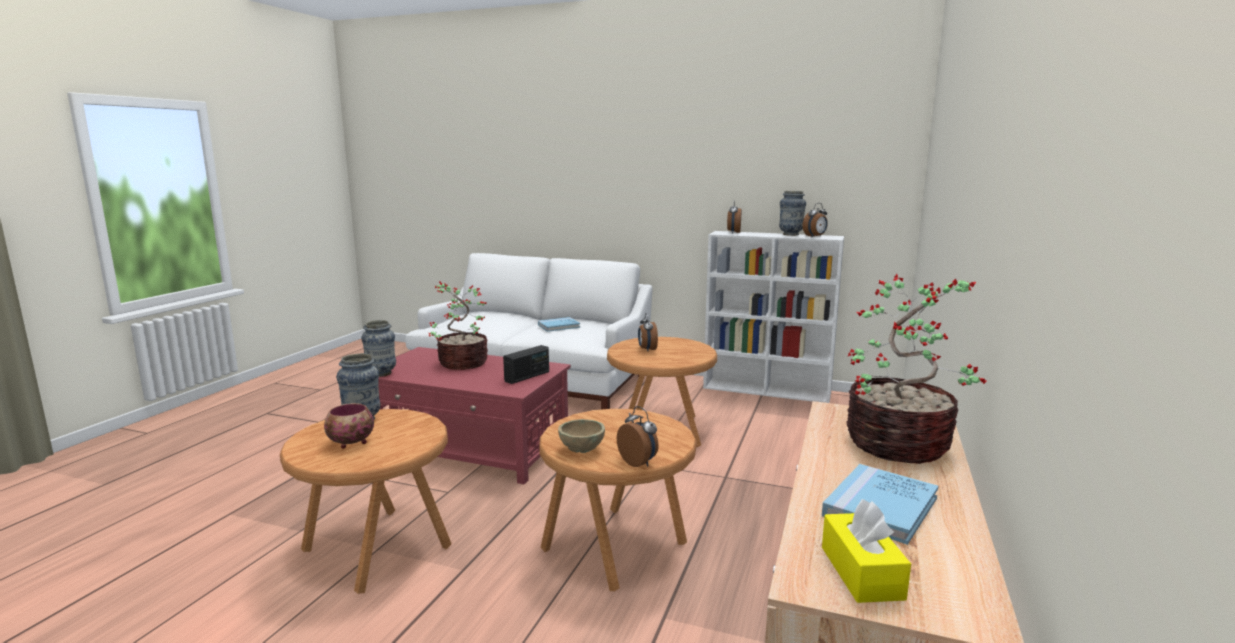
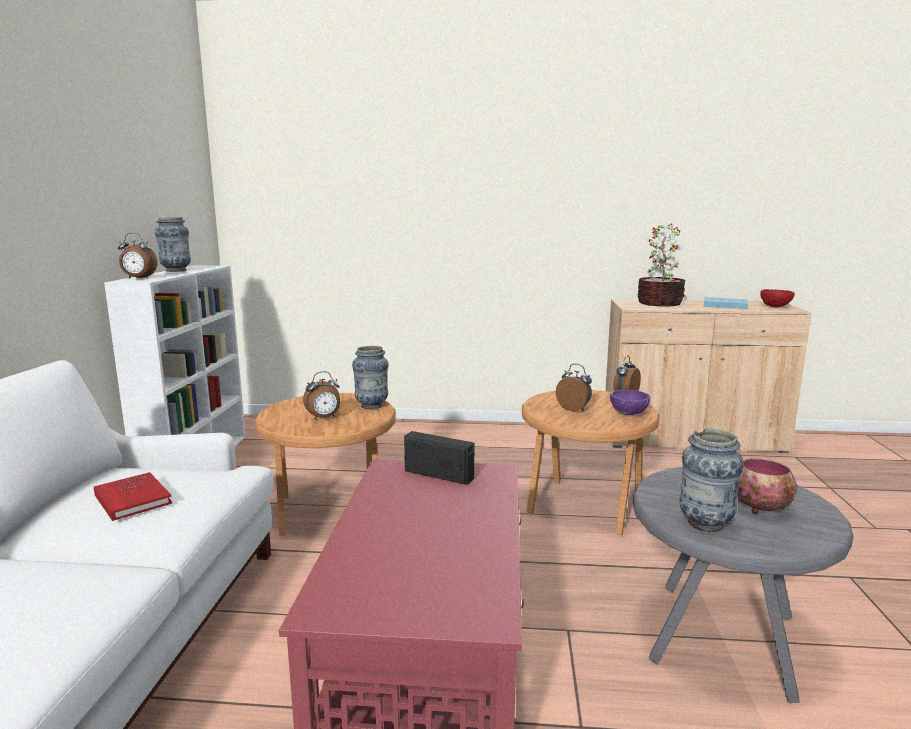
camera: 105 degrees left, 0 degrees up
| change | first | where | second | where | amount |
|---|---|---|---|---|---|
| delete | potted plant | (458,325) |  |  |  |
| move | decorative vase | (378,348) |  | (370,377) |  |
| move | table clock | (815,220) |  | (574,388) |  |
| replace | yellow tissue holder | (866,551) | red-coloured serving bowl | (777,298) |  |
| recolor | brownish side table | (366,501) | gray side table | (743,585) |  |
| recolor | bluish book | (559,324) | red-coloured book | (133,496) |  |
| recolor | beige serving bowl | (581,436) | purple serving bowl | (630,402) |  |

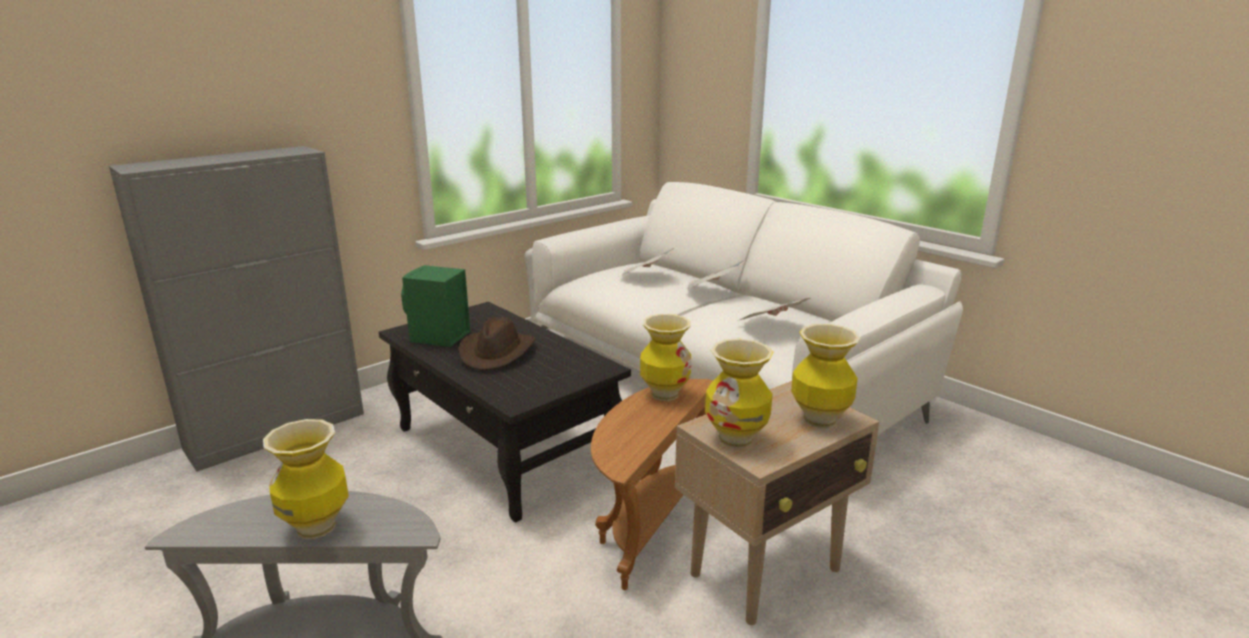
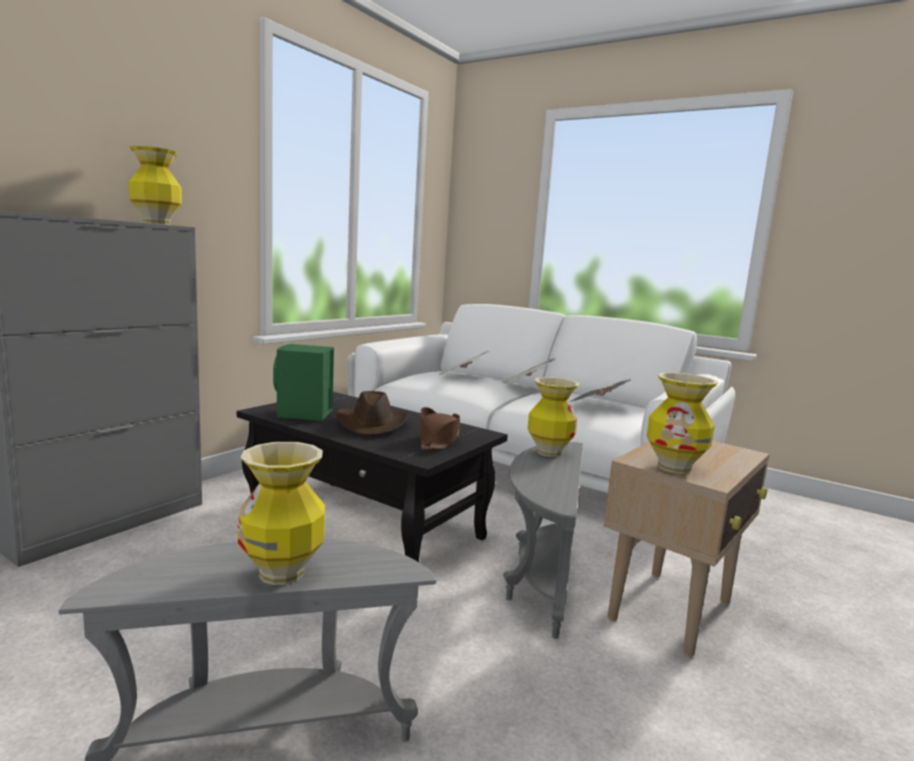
camera: 15 degrees left, 10 degrees down
| change | first | where | second | where | amount |
|---|---|---|---|---|---|
| insert |  |  | brownish clothing hat | (440,428) |  |
| move | decorative vase | (825,376) |  | (155,185) |  |
| recolor | brownish side table | (652,484) | gray side table | (543,540) |  |

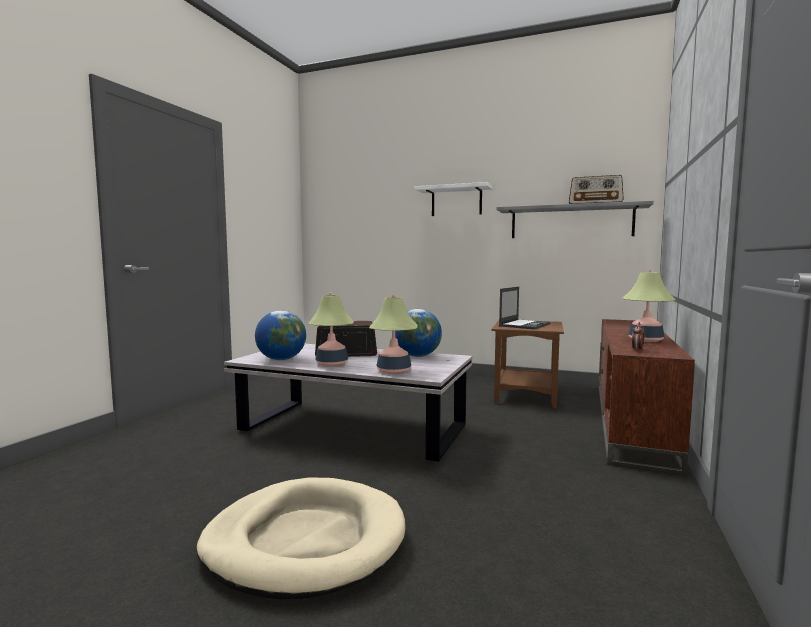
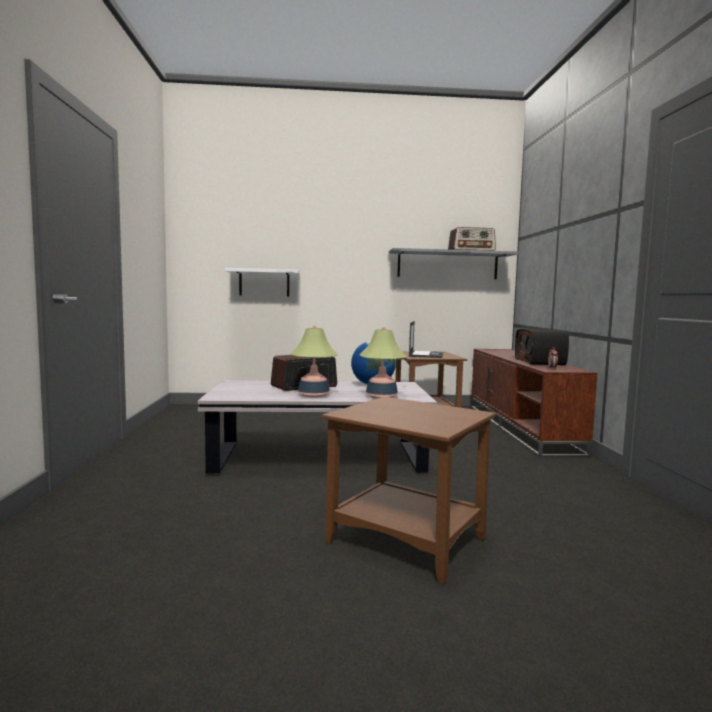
camera: 25 degrees left, 0 degrees up
| change | first | where | second | where | amount |
|---|---|---|---|---|---|
| delete | world globe | (280,335) |  |  |  |
| move | whitish shelf | (454,199) |  | (262,282) |  |
| replace | beige dog cushion | (301,538) | brownish side table | (409,490) |  |
| replace | table lamp | (649,306) | radio set | (542,347) |  |

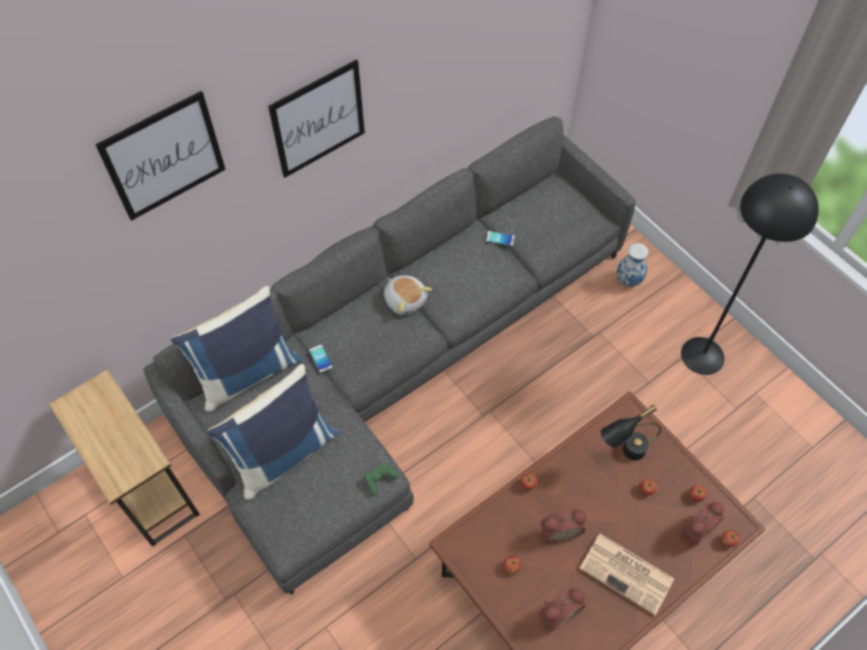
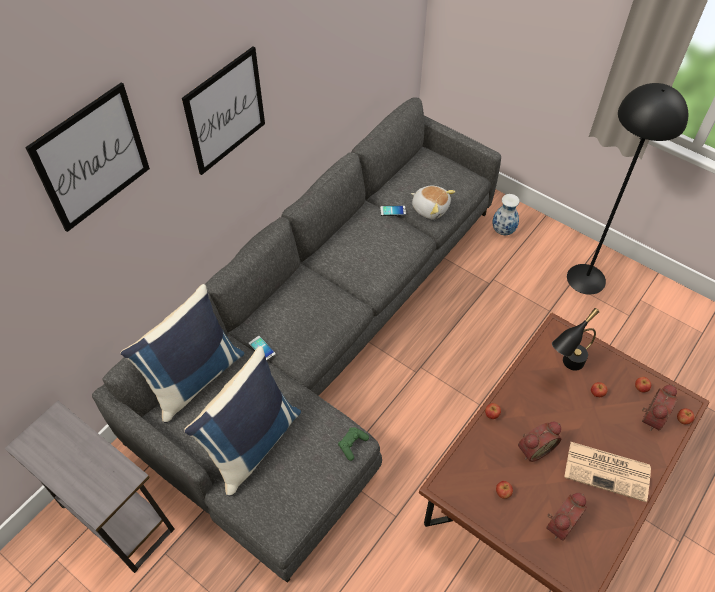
camera: 15 degrees left, 5 degrees down
| change | first | where | second | where | amount |
|---|---|---|---|---|---|
| move | cuddly toy | (408,295) |  | (433,202) |  |
| recolor | brownish side table | (124,458) | gray side table | (89,487) |  |

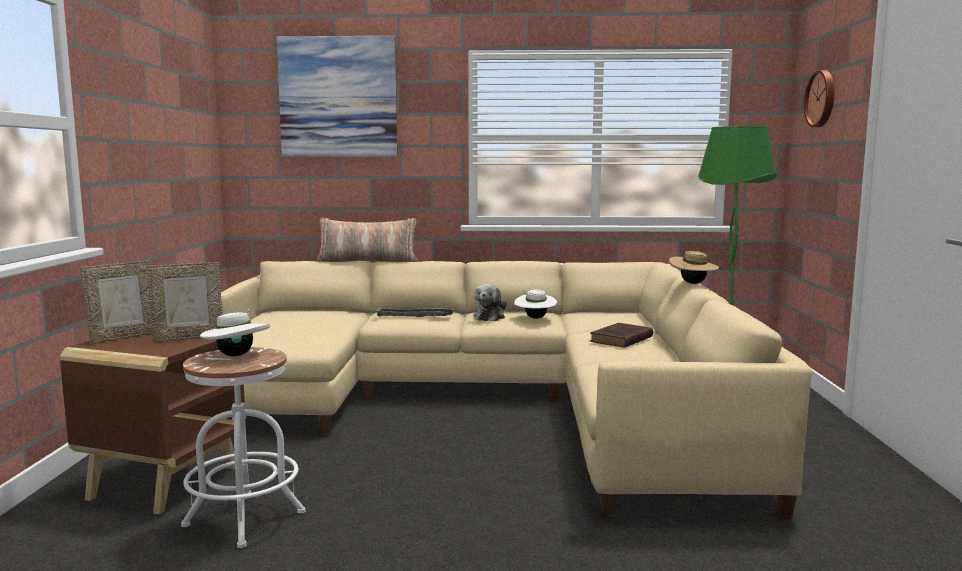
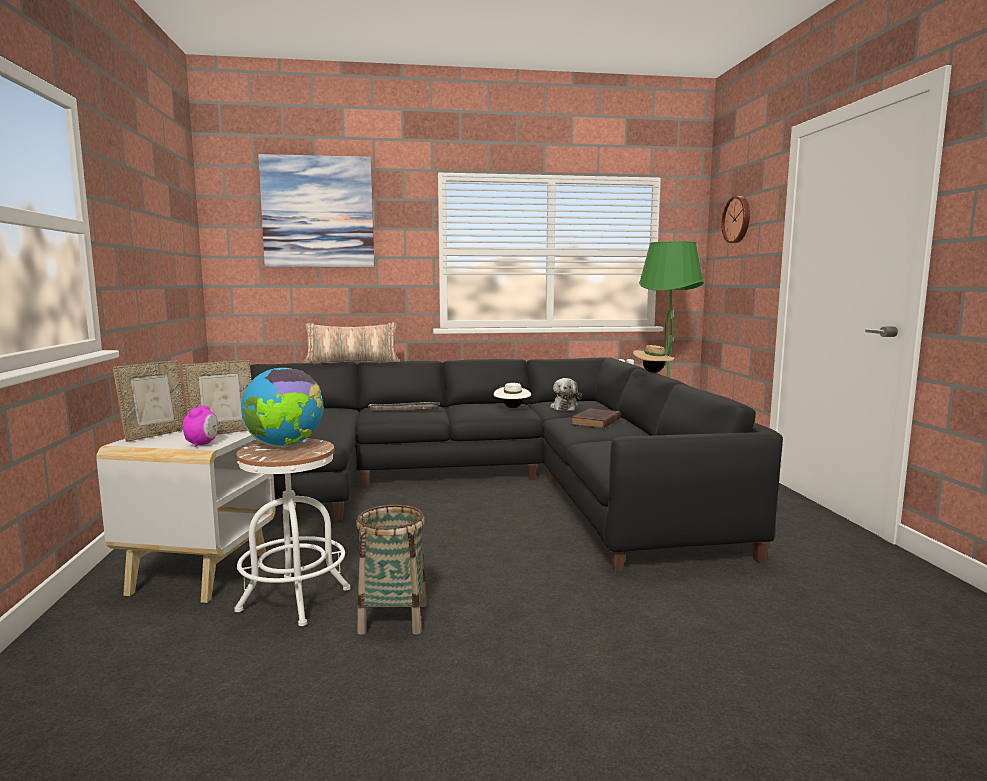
camera: 10 degrees left, 0 degrees up
| change | first | where | second | where | amount |
|---|---|---|---|---|---|
| insert |  |  | table clock | (200,426) |  |
| insert |  |  | storage basket | (391,570) |  |
| move | cuddly toy | (490,303) |  | (566,394) |  |
| replace | whitish clothing hat | (235,333) | world globe | (282,407) |  |
| recolor | brownish side table | (153,423) | whitish side table | (185,516) |  |
| recolor | beige sofa | (516,390) | blackish sofa | (516,464) |  |

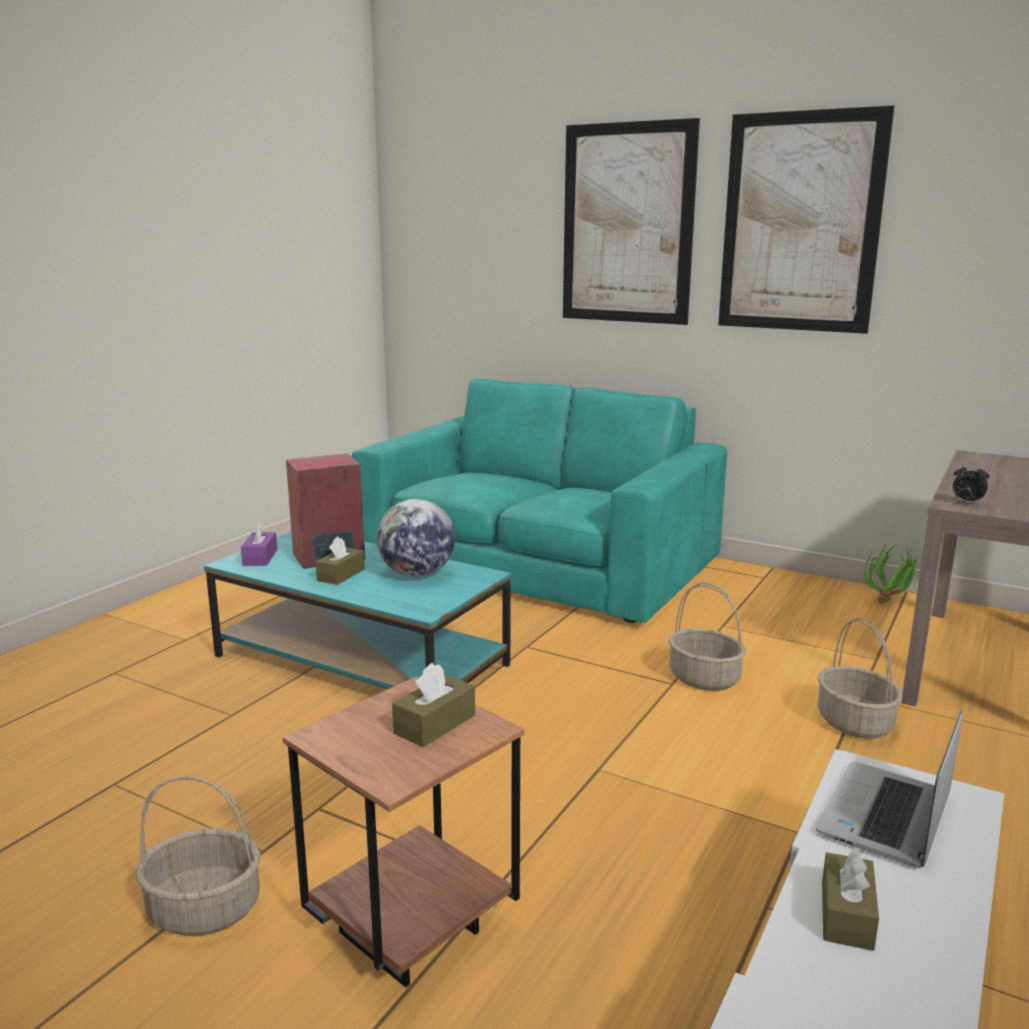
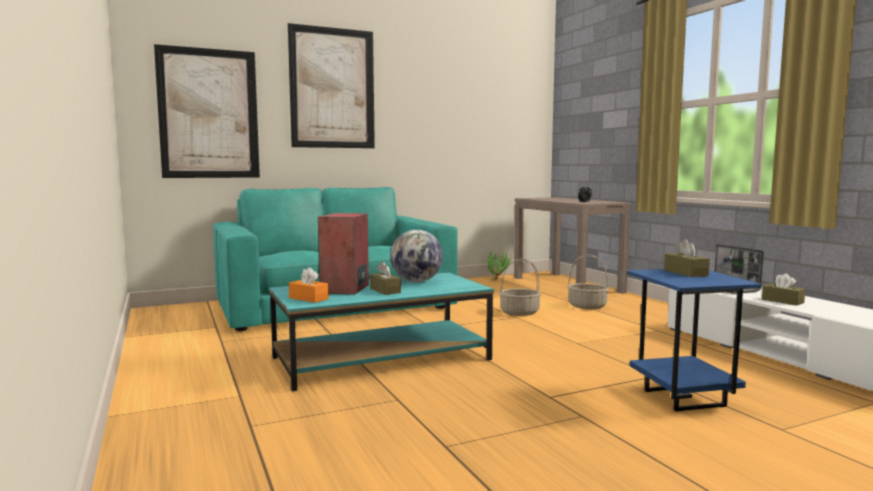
camera: 55 degrees left, 10 degrees down
| change | first | where | second | where | amount |
|---|---|---|---|---|---|
| delete | storage basket | (198,856) |  |  |  |
| move | wall picture | (806,219) |  | (207,111) |  |
| recolor | purple tissue holder | (259,543) | orangey tissue holder | (309,285) |  |
| recolor | brownish side table | (404,831) | bluish side table | (694,340) |  |

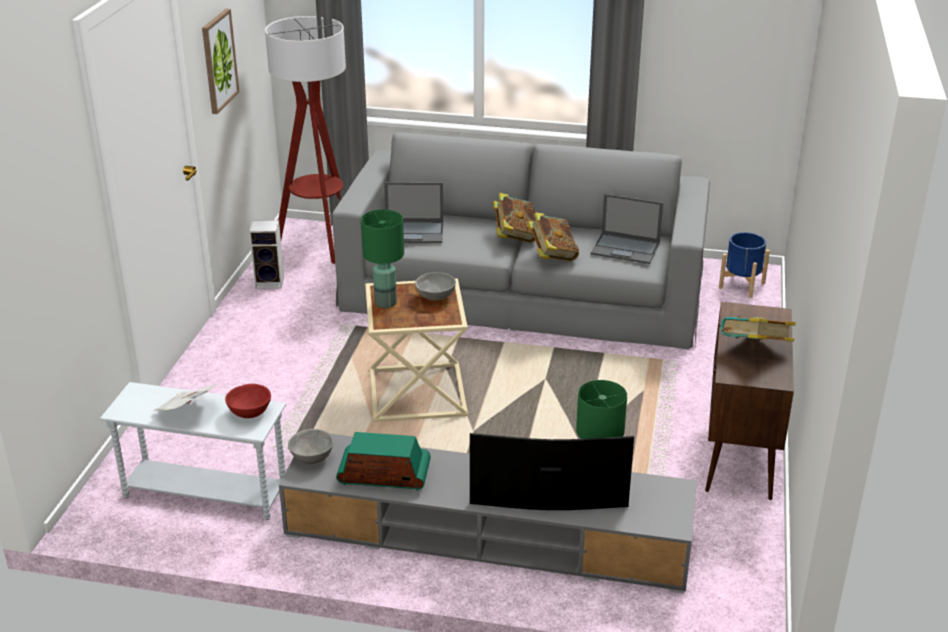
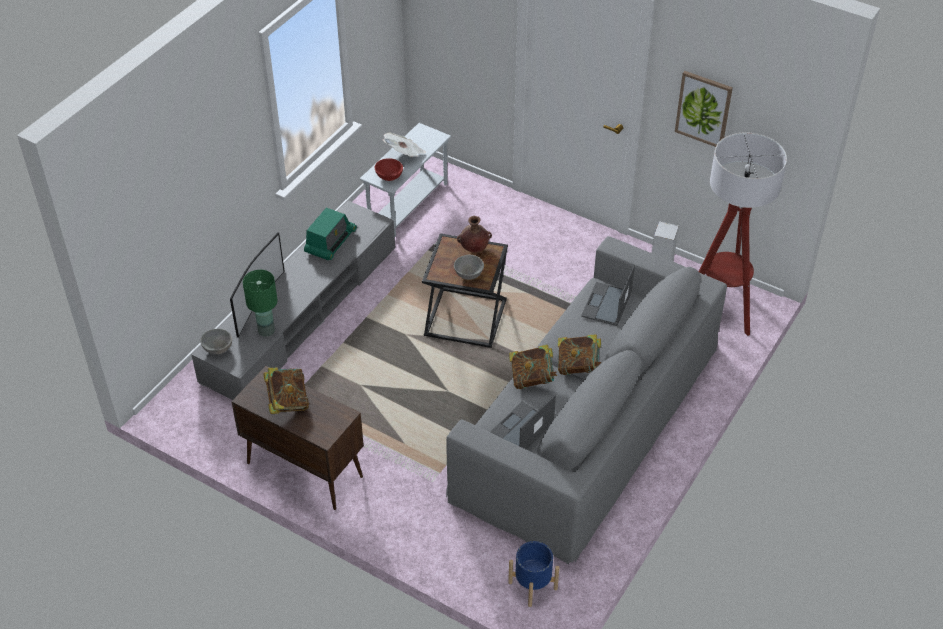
camera: 110 degrees right, 15 degrees up
| change | first | where | second | where | amount |
|---|---|---|---|---|---|
| move | gray serving bowl | (310,446) |  | (216,341) |  |
| replace | green table lamp | (382,258) | brownish decorative vase | (474,234) |  |
| recolor | beige side table | (416,350) | blackish side table | (465,290) |  |

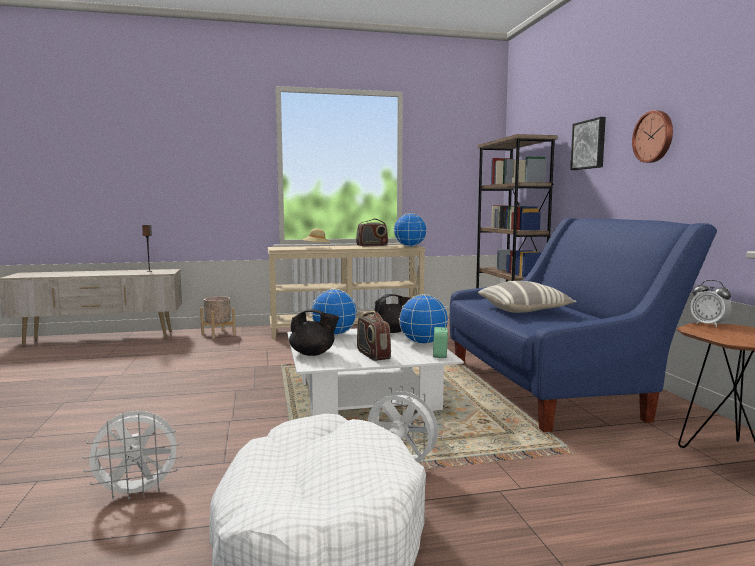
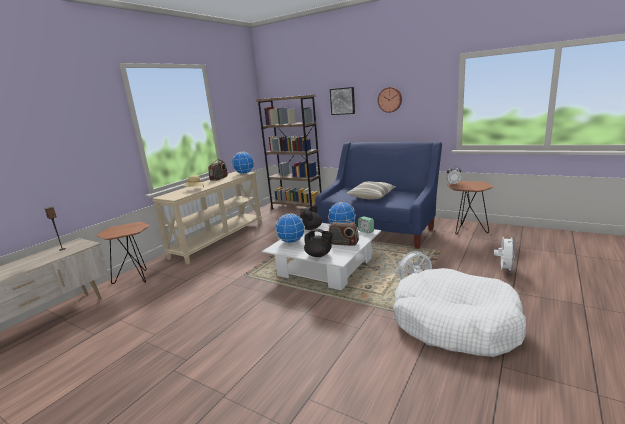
camera: 45 degrees left, 10 degrees up
| change | first | where | second | where | amount |
|---|---|---|---|---|---|
| move | whitish fan | (132,456) |  | (505,254) |  |
| replace | beige flower pot | (218,317) | brownish side table | (123,253) |  |
| rotate | blackish pot for tea | (314,332) |  | (318,243) | 60 degrees clockwise |

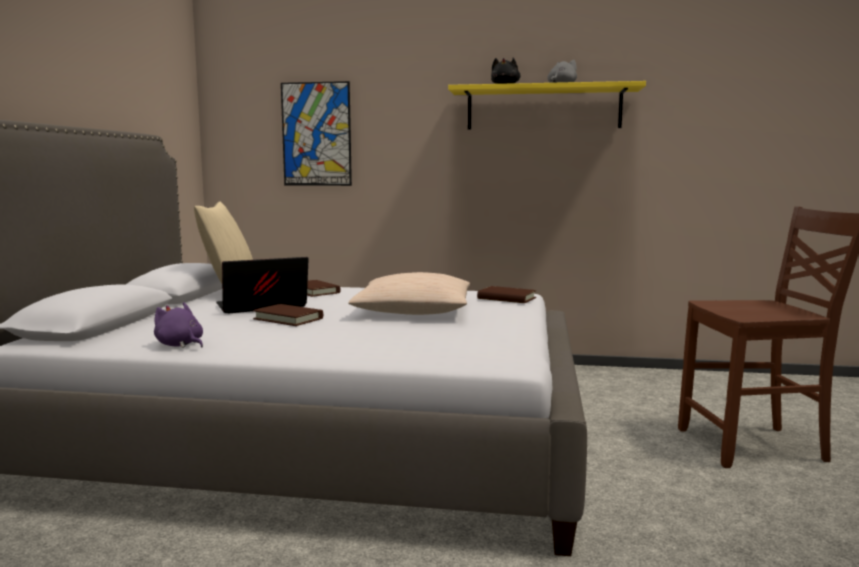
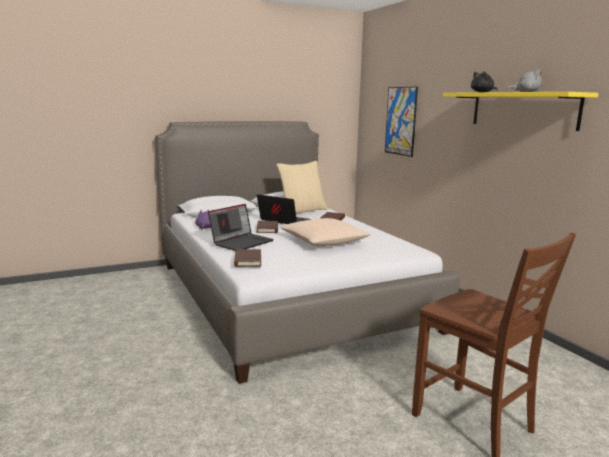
camera: 55 degrees right, 5 degrees up
| change | first | where | second | where | amount |
|---|---|---|---|---|---|
| insert |  |  | laptop | (241,227) |  |
| move | brownish book | (506,294) |  | (247,258) |  |

